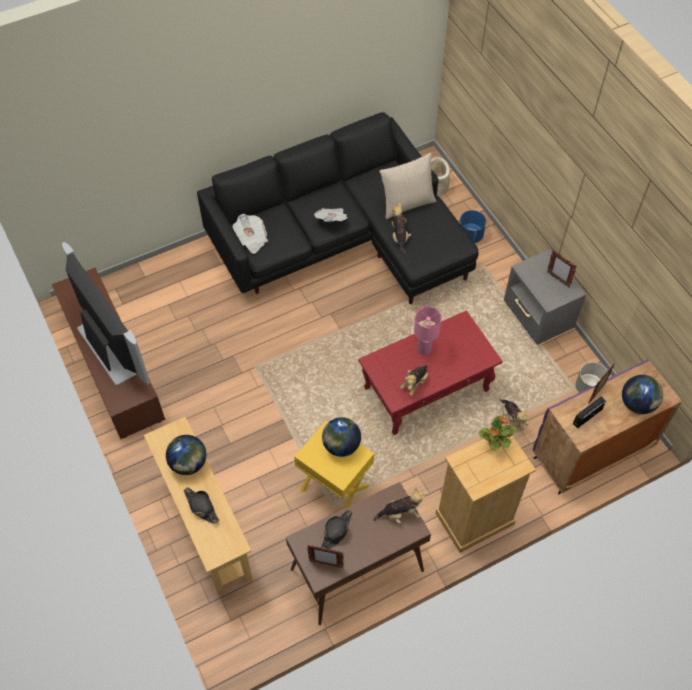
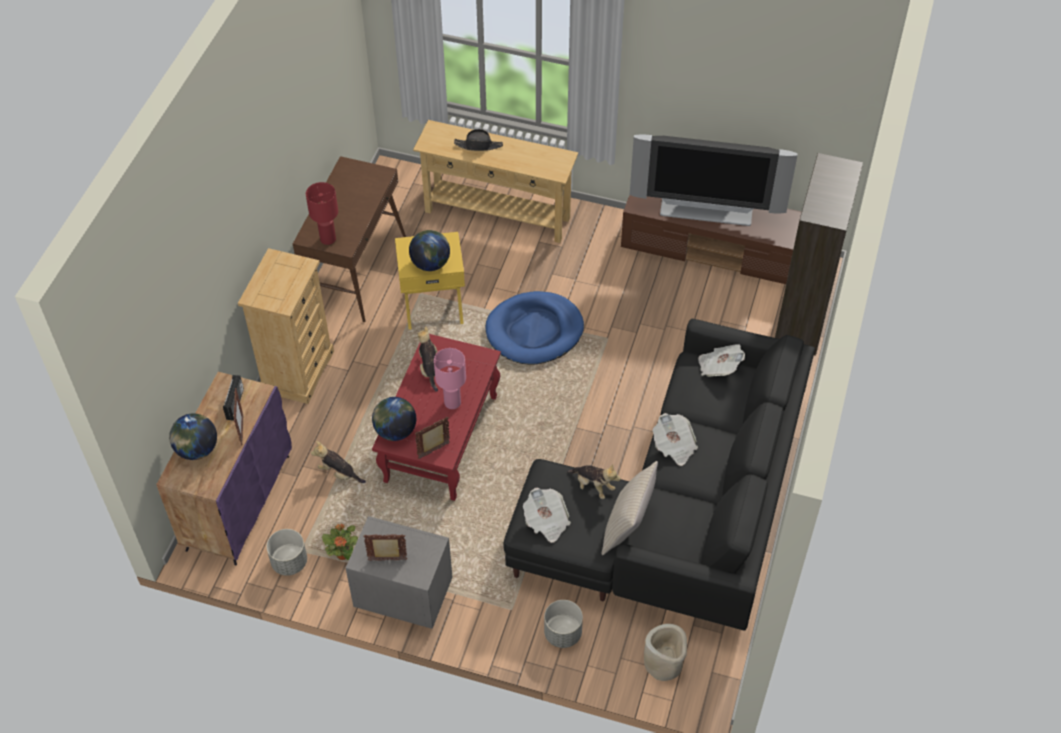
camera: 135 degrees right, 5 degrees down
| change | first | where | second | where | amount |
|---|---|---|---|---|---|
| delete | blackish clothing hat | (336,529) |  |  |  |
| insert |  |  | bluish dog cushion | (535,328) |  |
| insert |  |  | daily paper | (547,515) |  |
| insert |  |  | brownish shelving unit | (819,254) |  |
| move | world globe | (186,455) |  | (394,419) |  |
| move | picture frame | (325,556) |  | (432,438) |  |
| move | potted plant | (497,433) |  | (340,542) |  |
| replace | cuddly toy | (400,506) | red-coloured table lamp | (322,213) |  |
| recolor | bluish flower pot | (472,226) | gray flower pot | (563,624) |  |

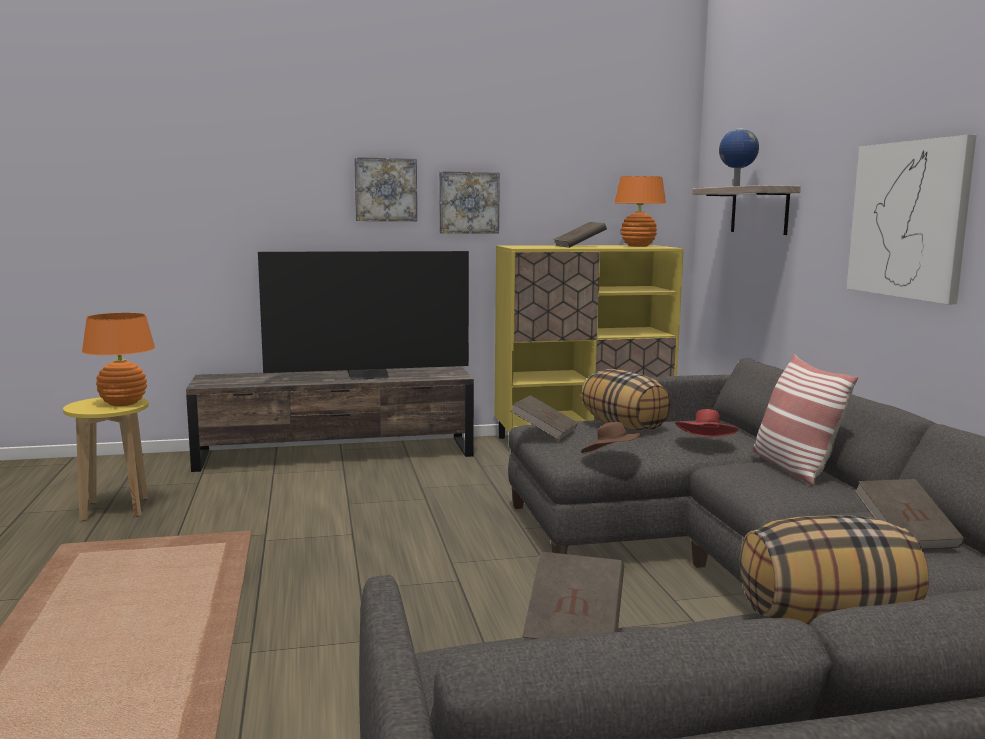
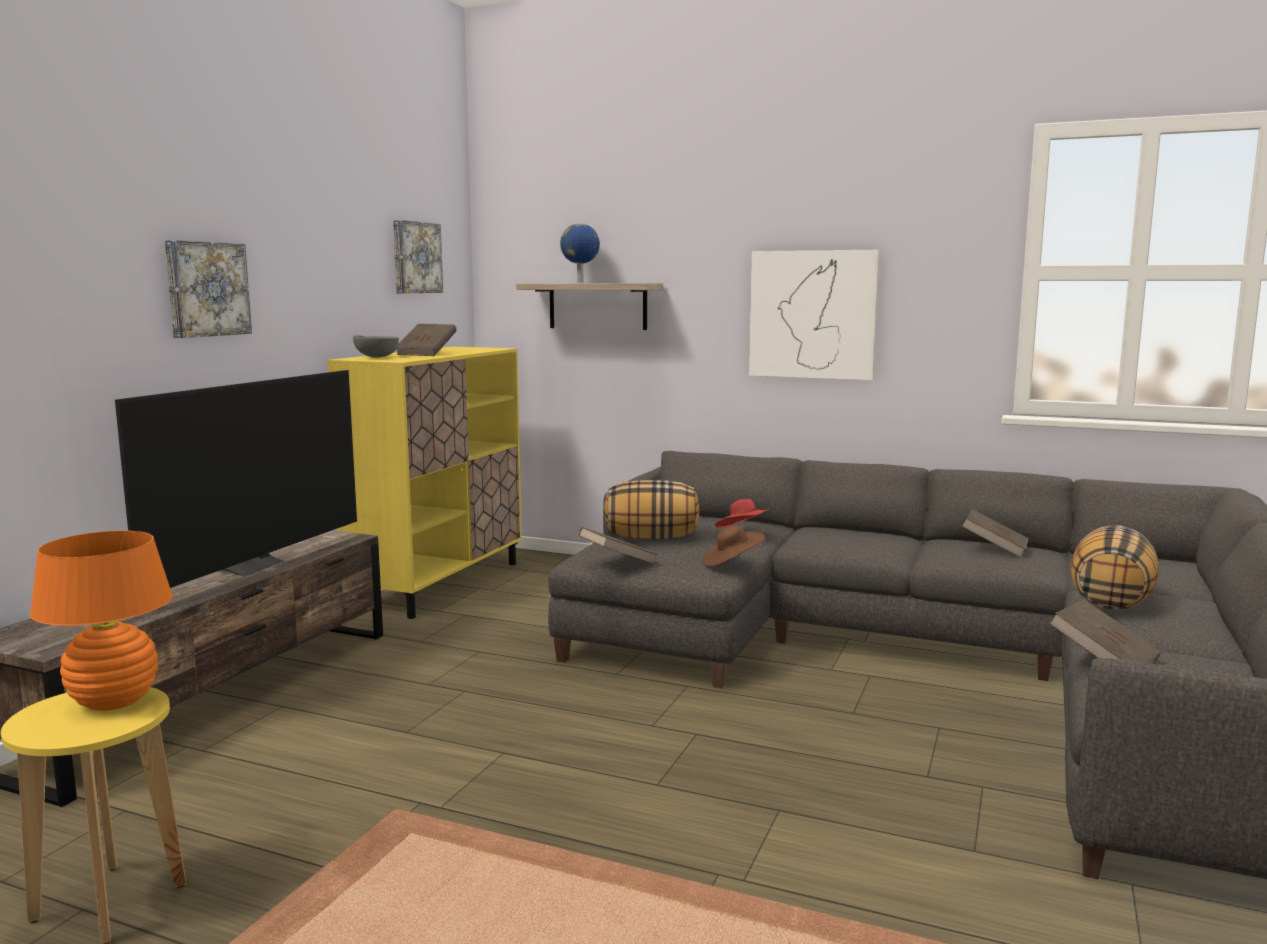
camera: 55 degrees left, 0 degrees up
| change | first | where | second | where | amount |
|---|---|---|---|---|---|
| delete | orangey table lamp | (640,211) |  |  |  |
| delete | throw pillow | (805,420) |  |  |  |
| insert |  |  | gray serving bowl | (376,346) |  |
| move | wall picture | (469,202) |  | (418,256) |  |

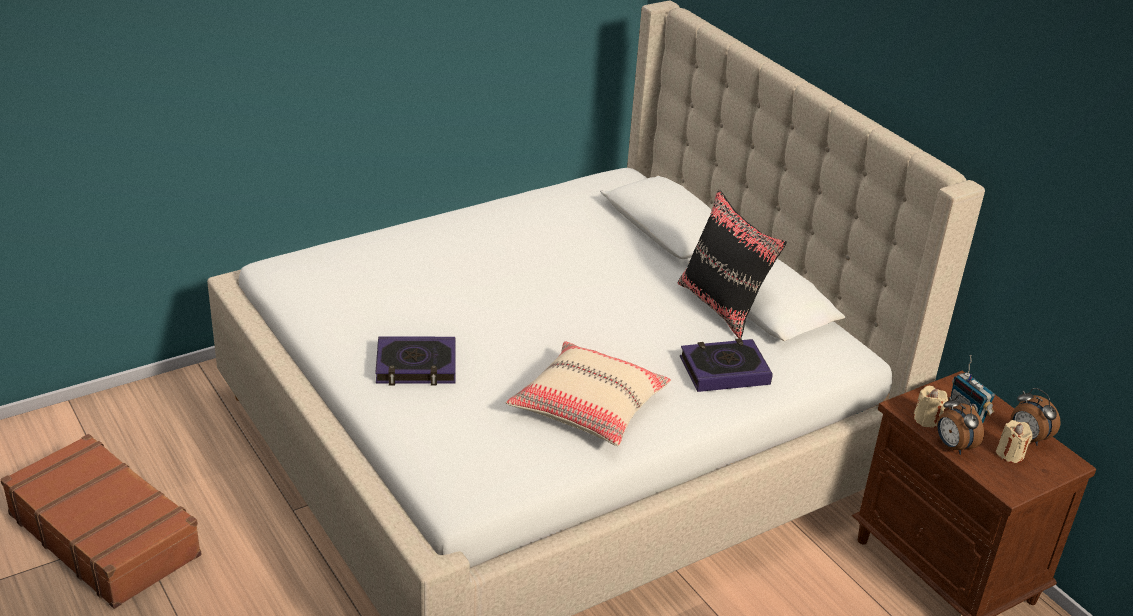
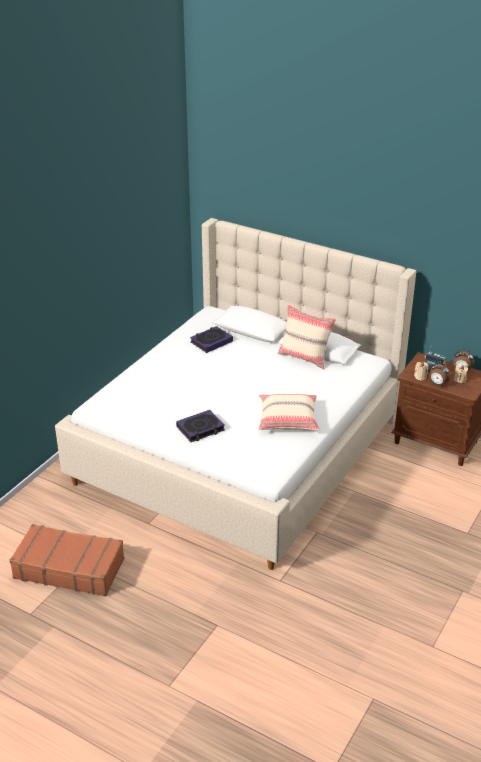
camera: 25 degrees left, 0 degrees up
| change | first | where | second | where | amount |
|---|---|---|---|---|---|
| move | book | (726,365) |  | (211,339) |  |
| recolor | blackish throw pillow | (732,264) | beige throw pillow | (307,336) |  |

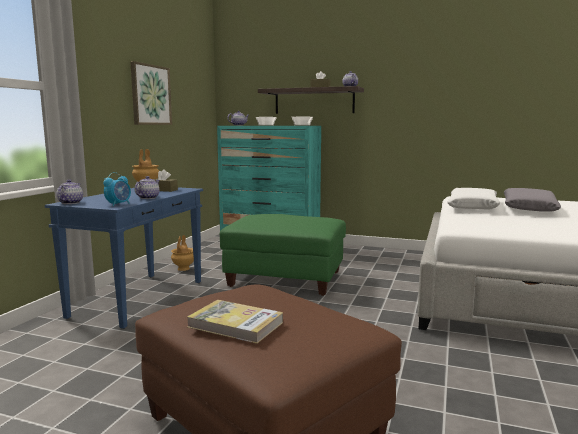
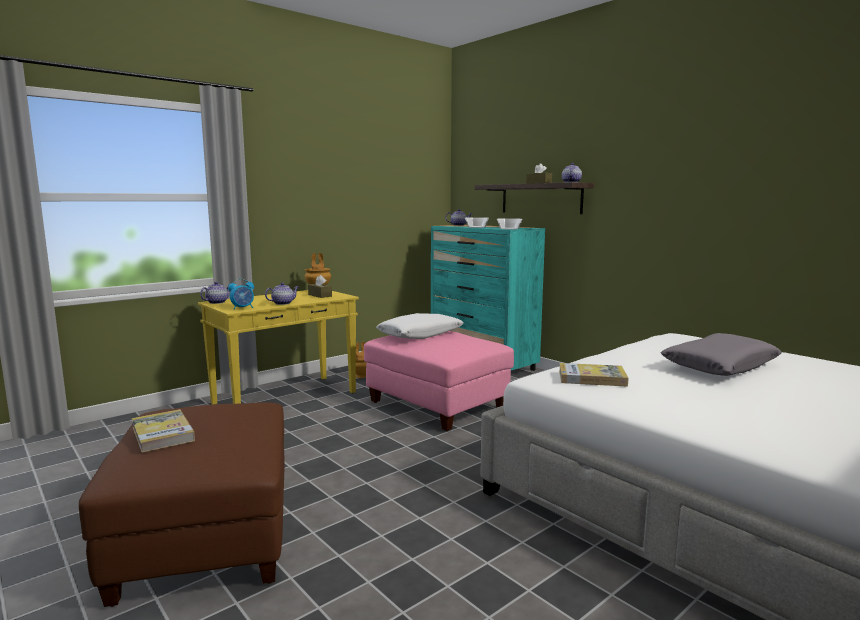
camera: 30 degrees right, 0 degrees up
| change | first | where | second | where | amount |
|---|---|---|---|---|---|
| delete | wall picture | (151,93) |  |  |  |
| insert |  |  | book | (594,375) |  |
| move | whitish throw pillow | (473,199) |  | (420,326) |  |
| recolor | bluish narrow table | (124,258) | yellow narrow table | (278,347) |  |
| recolor | green footrest | (283,255) | pink footrest | (439,381) |  |

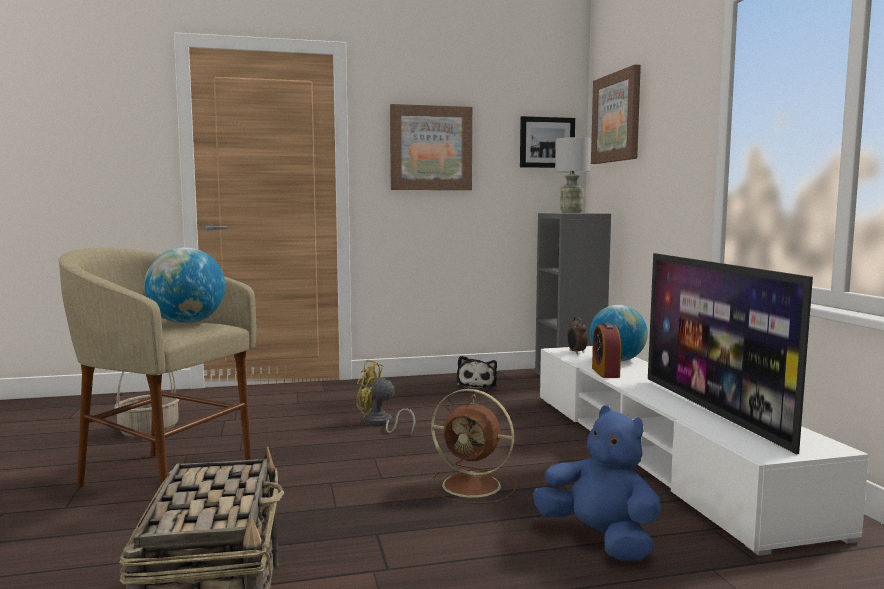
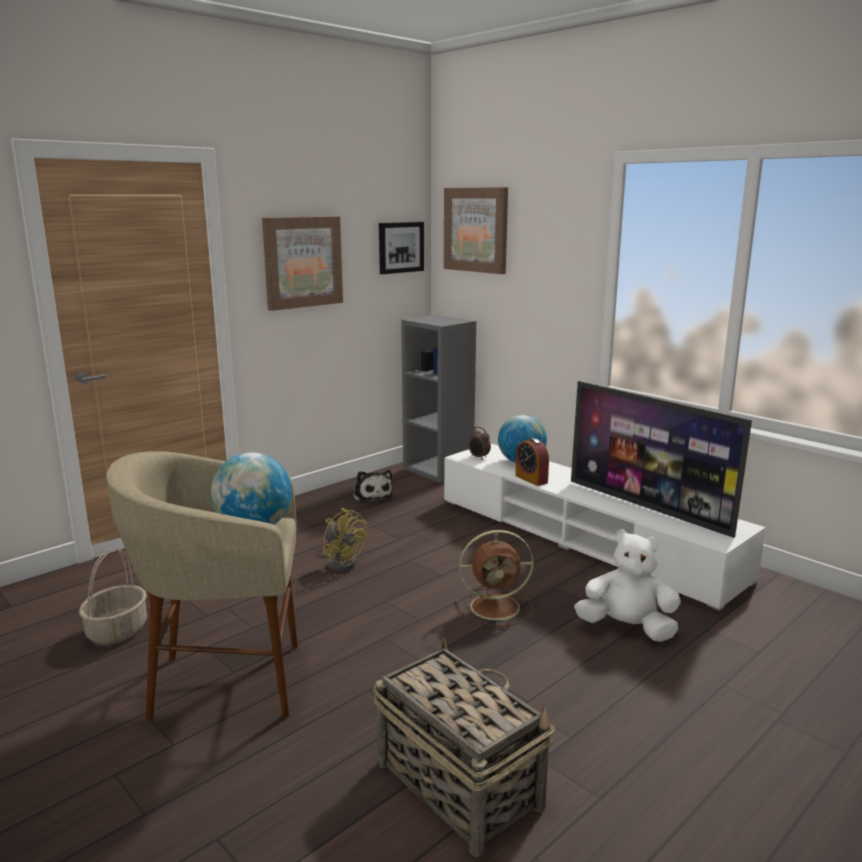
camera: 30 degrees left, 10 degrees up
| change | first | where | second | where | amount |
|---|---|---|---|---|---|
| delete | gray table lamp | (573,175) |  |  |  |
| recolor | bluish cuddly toy | (597,483) | whitish cuddly toy | (627,585) |  |
| rotate | yellow fan | (386,397) |  | (345,539) | 120 degrees counterclockwise |

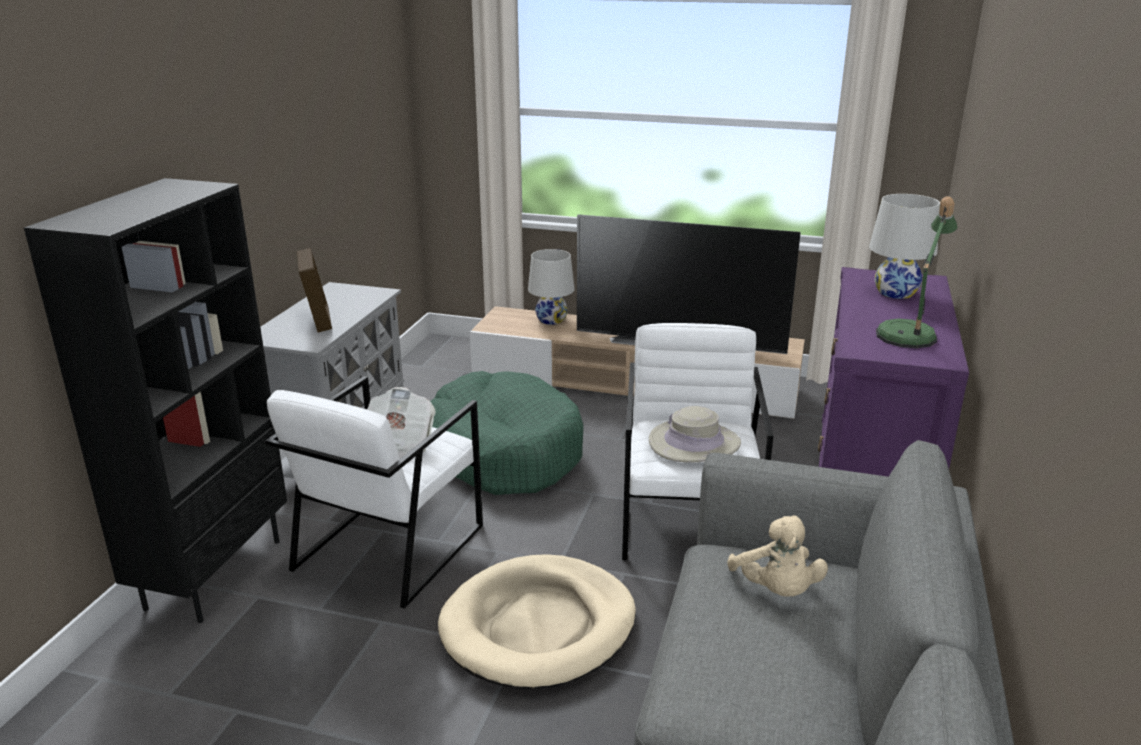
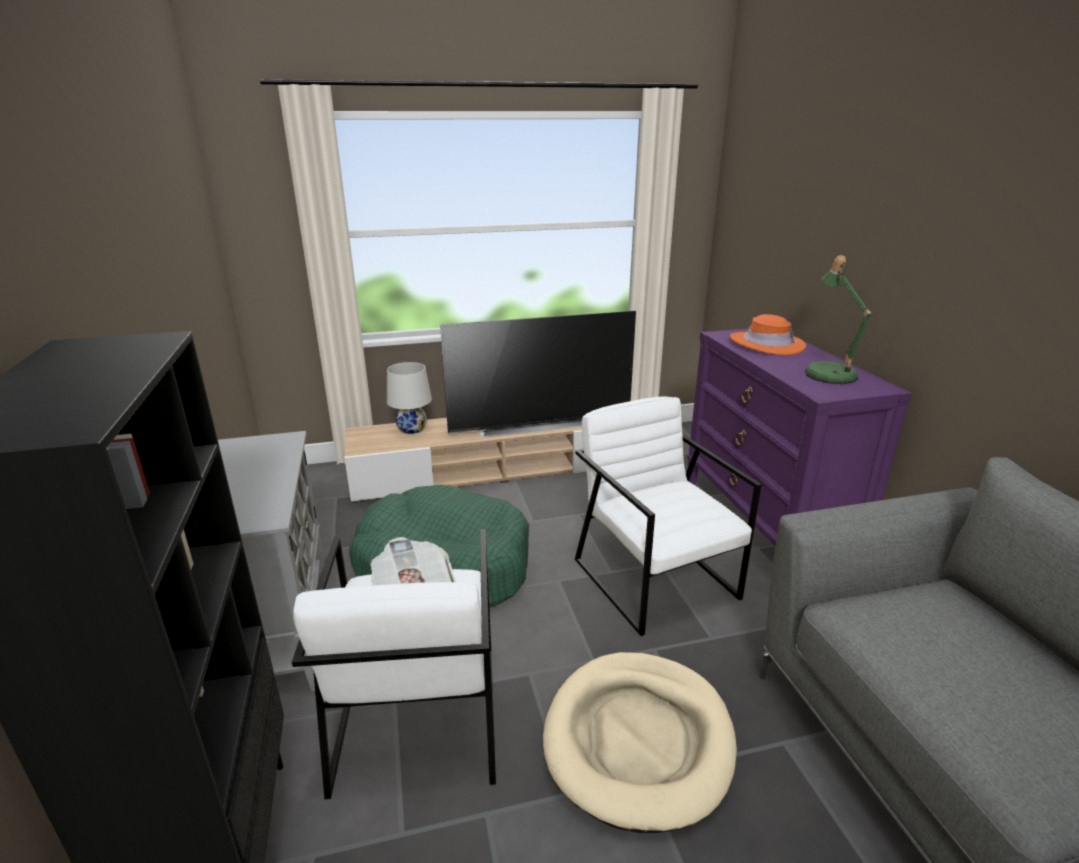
camera: 30 degrees left, 0 degrees up
| change | first | where | second | where | amount |
|---|---|---|---|---|---|
| delete | picture frame | (314,290) |  |  |  |
| delete | beige clothing hat | (695,434) |  |  |  |
| delete | beige cuddly toy | (777,556) |  |  |  |
| replace | whitish table lamp | (904,246) | orangey clothing hat | (768,334) |  |

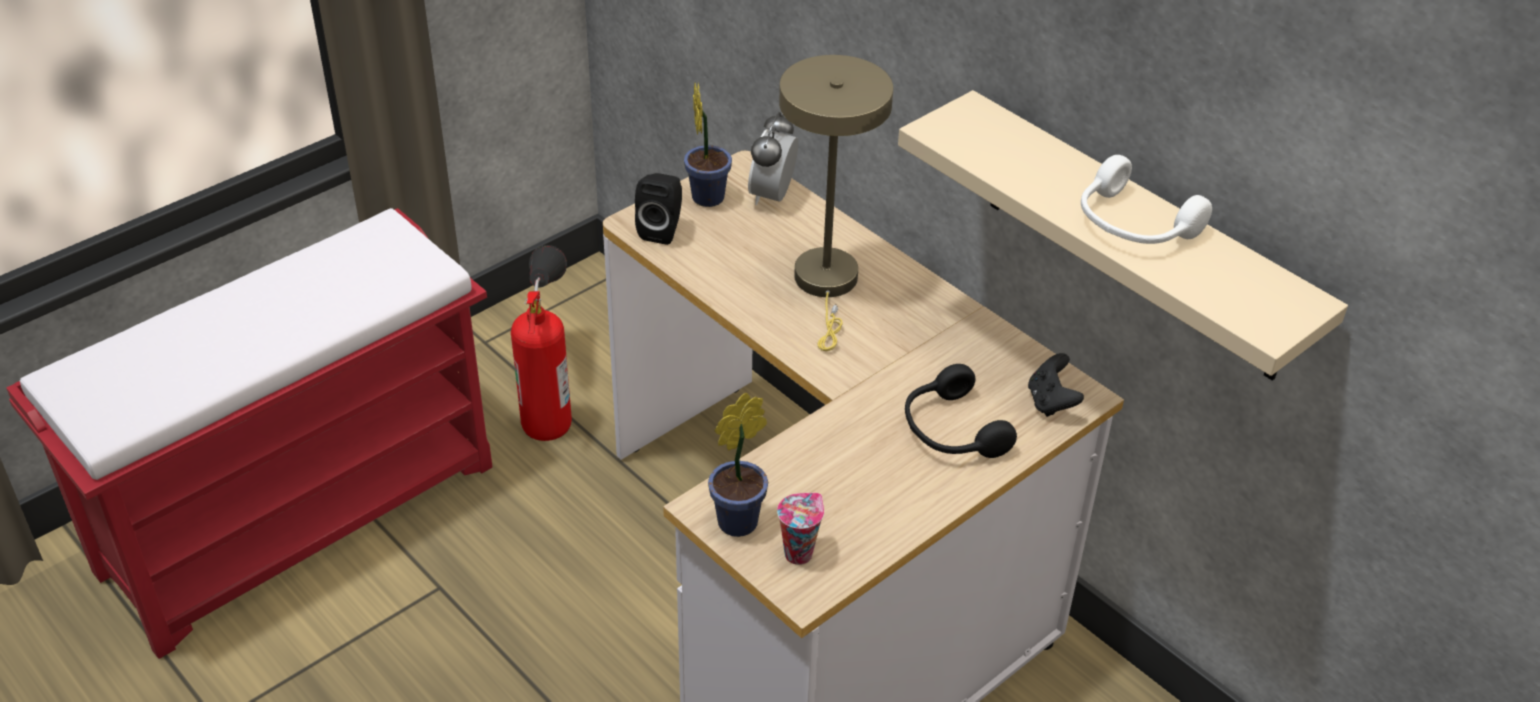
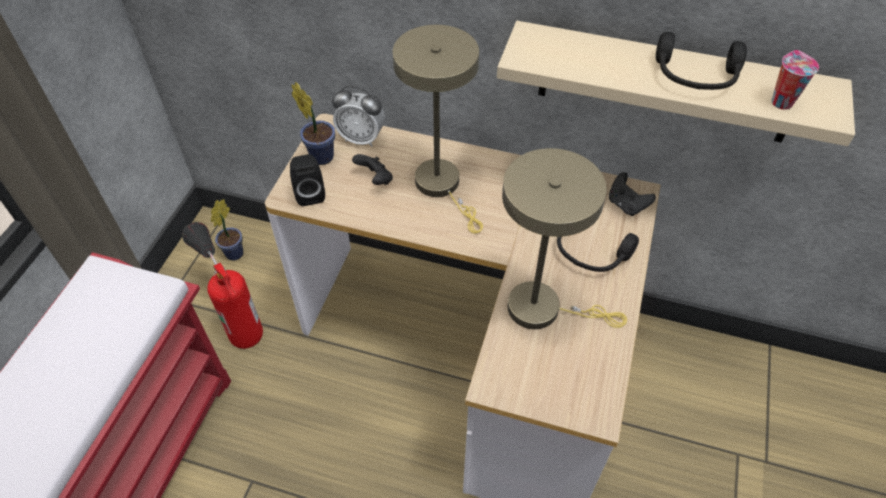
camera: 30 degrees left, 10 degrees up
| change | first | where | second | where | amount |
|---|---|---|---|---|---|
| insert |  |  | blackish gamepad | (372,169) |  |
| insert |  |  | beige table lamp | (564,238) |  |
| move | potted plant | (738,465) |  | (227,230) |  |
| move | small cup | (800,529) |  | (795,80) |  |
| recolor | whitish headset | (1146,199) | blackish headset | (701,61) |  |
| rotate | table clock | (773,158) |  | (358,116) | 60 degrees counterclockwise |

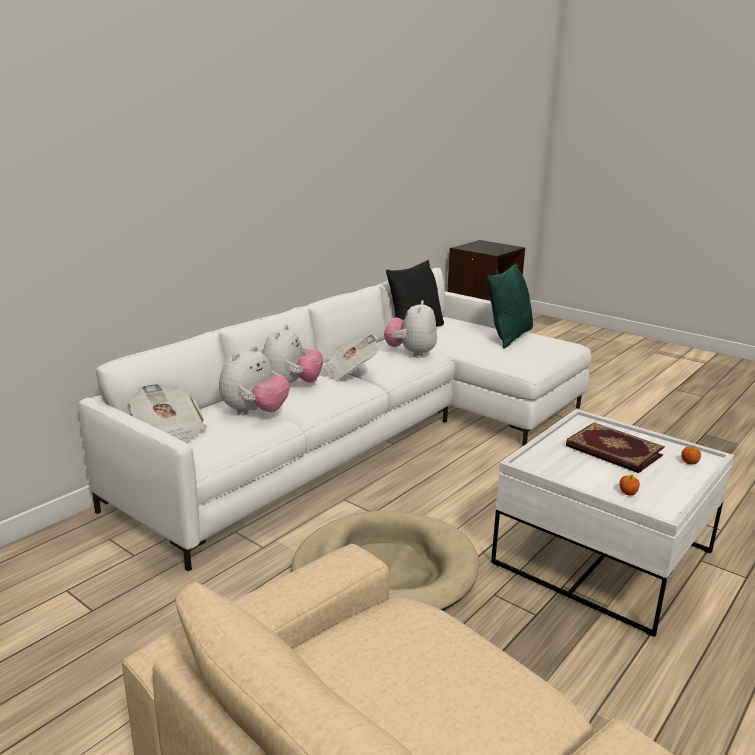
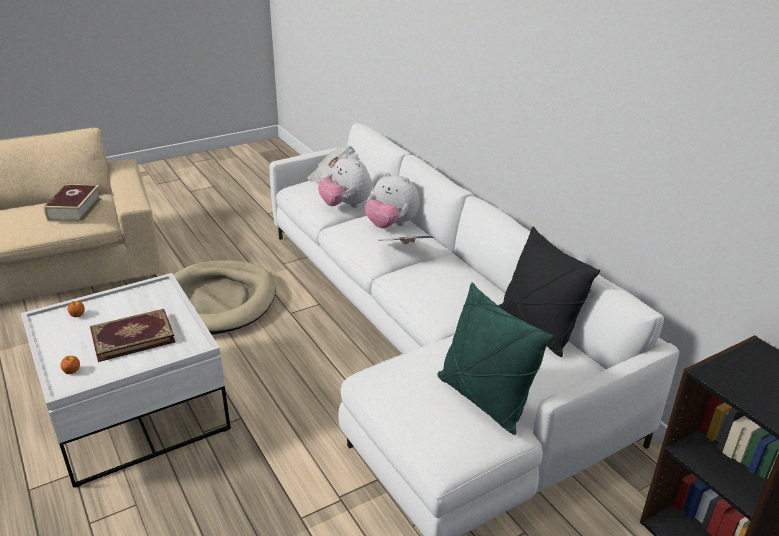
camera: 110 degrees right, 10 degrees up
| change | first | where | second | where | amount |
|---|---|---|---|---|---|
| delete | cuddly toy | (410,329) |  |  |  |
| insert |  |  | book | (73,203) |  |

